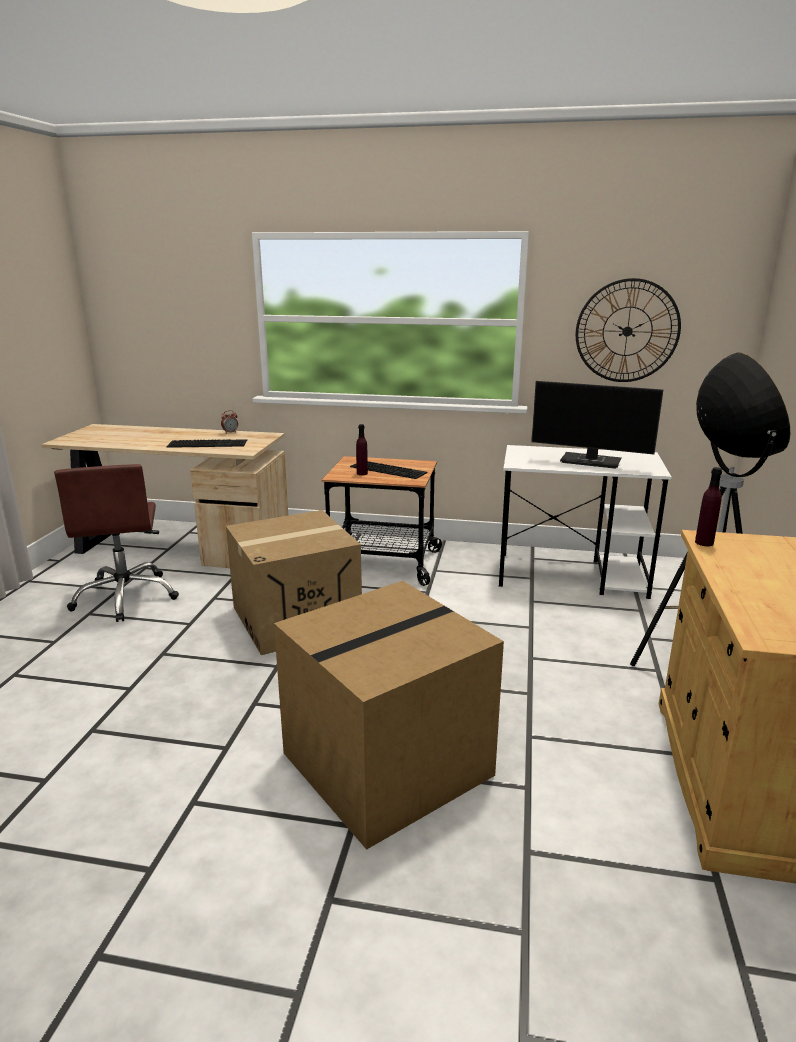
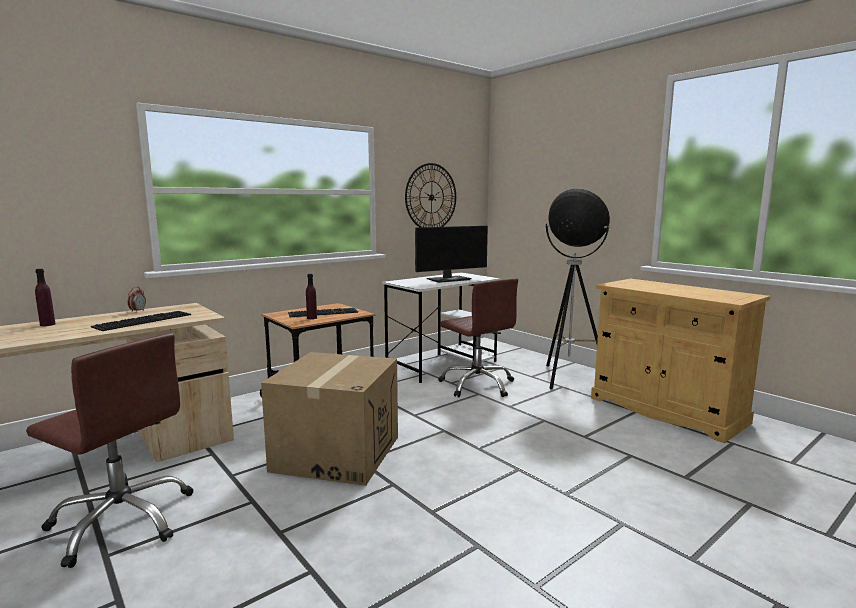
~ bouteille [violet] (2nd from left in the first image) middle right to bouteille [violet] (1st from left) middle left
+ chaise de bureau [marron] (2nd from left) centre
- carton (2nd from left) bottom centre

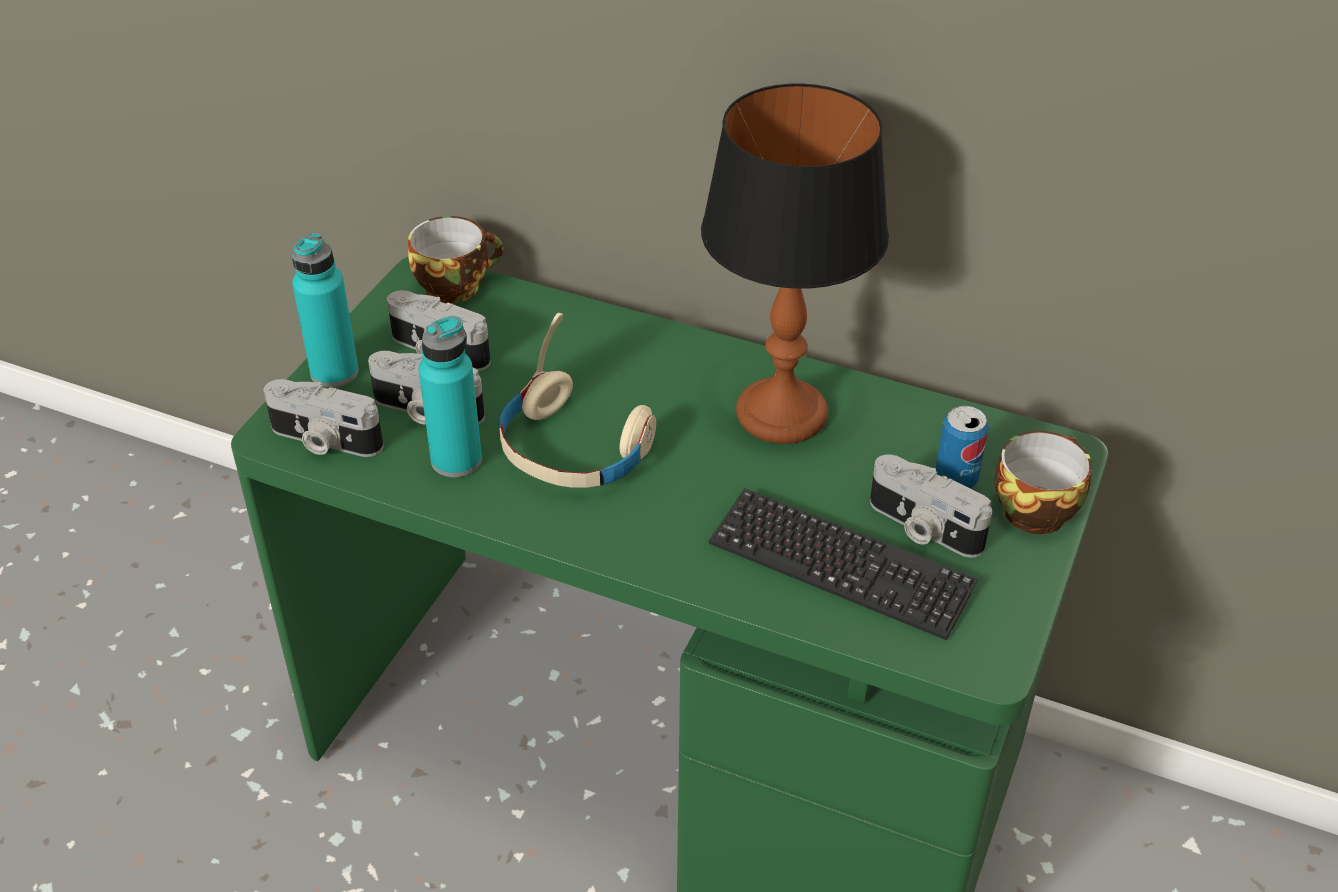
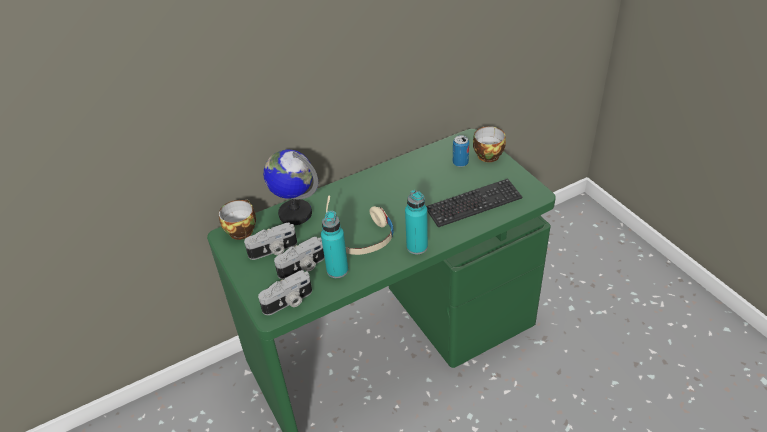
+ globe centre
~ bouteille [turquoise] (1st from left in the first image) middle left to bouteille [turquoise] (2nd from left) centre
- lampe de table top centre
- appareil photo (4th from left) middle right

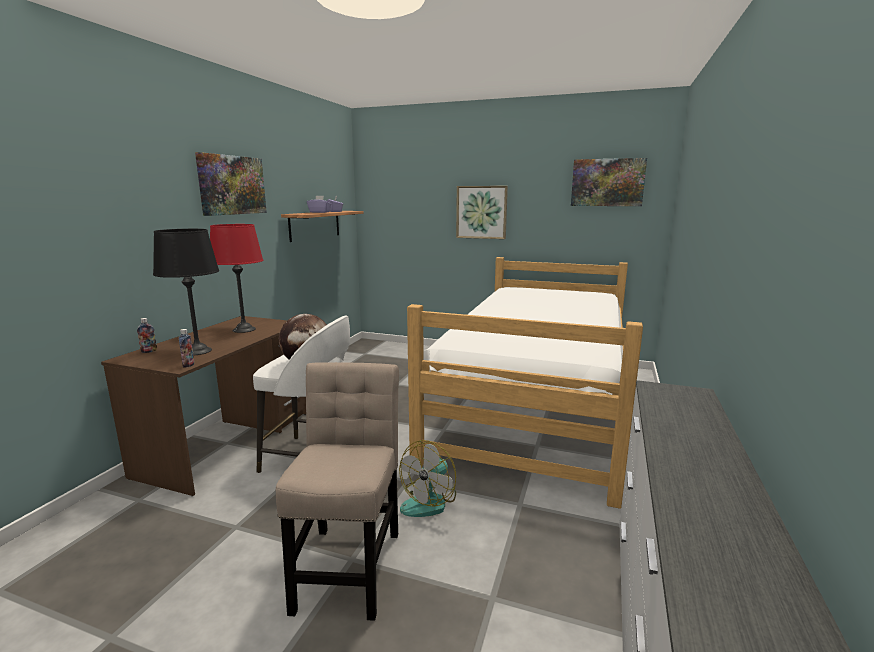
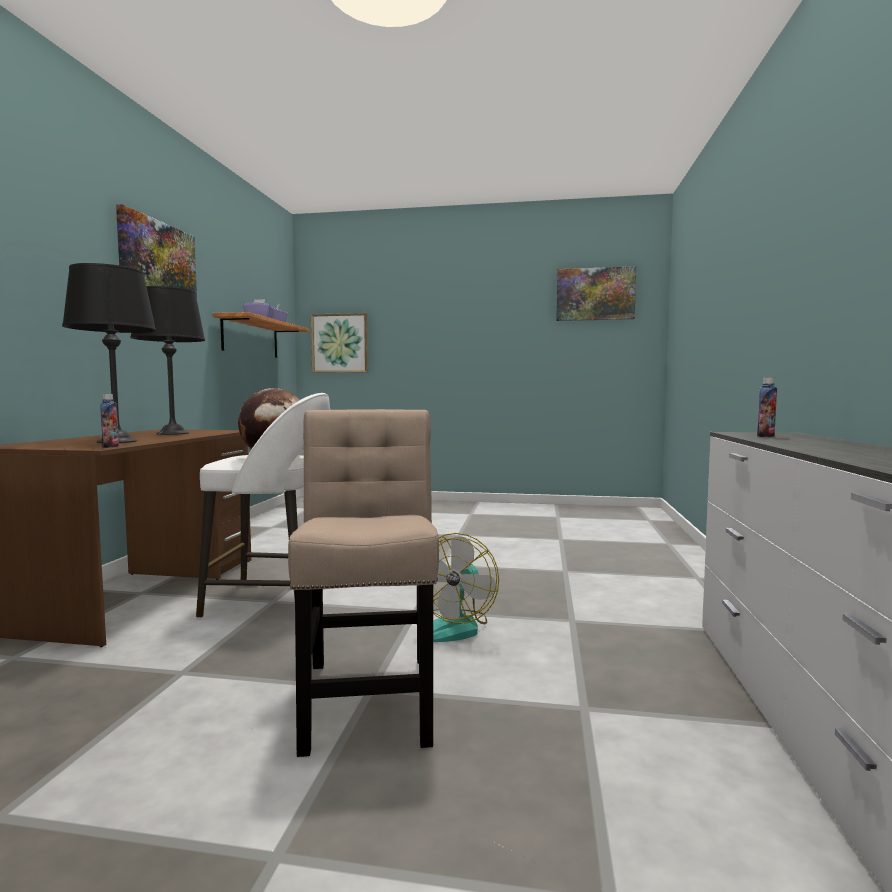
~ lampe de table [rouge] middle left to lampe de table [noir] (2nd from left) middle left
~ tableau (2nd from left) top centre to centre
~ bouteille (1st from left in the first image) middle left to bouteille (2nd from left) middle right
- lit centre

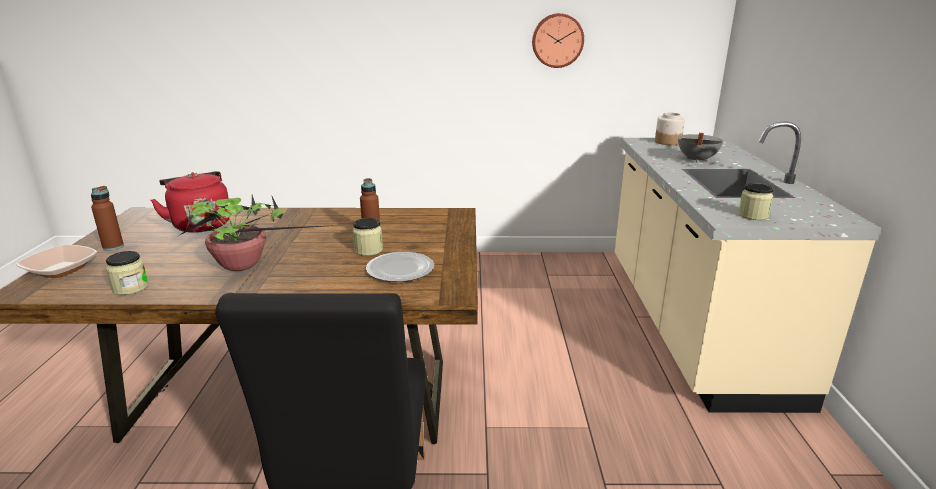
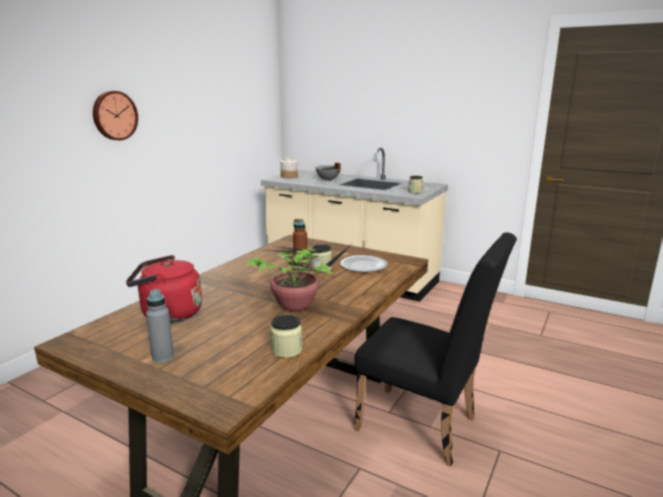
~ horloge murale top centre to top left
~ bouteille [marron] (1st from left) middle left to bouteille [gris] middle left
- bol middle left

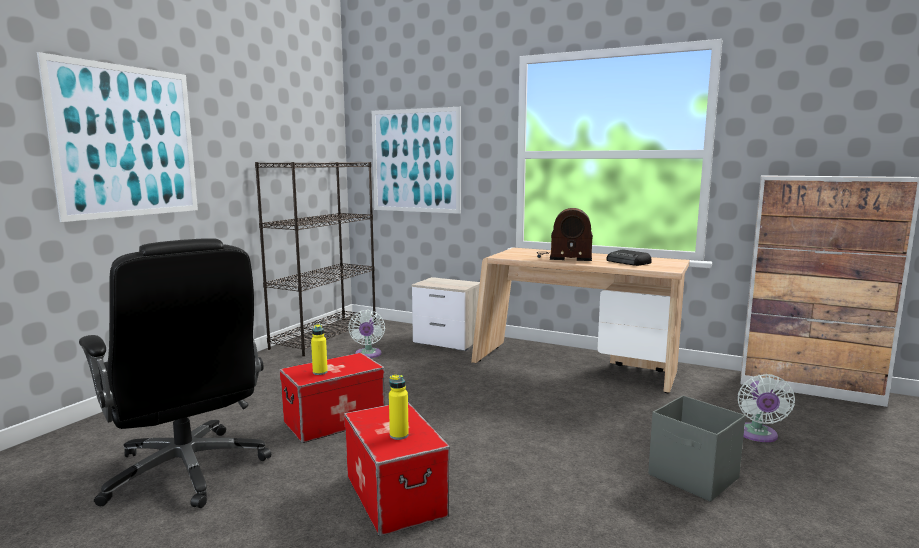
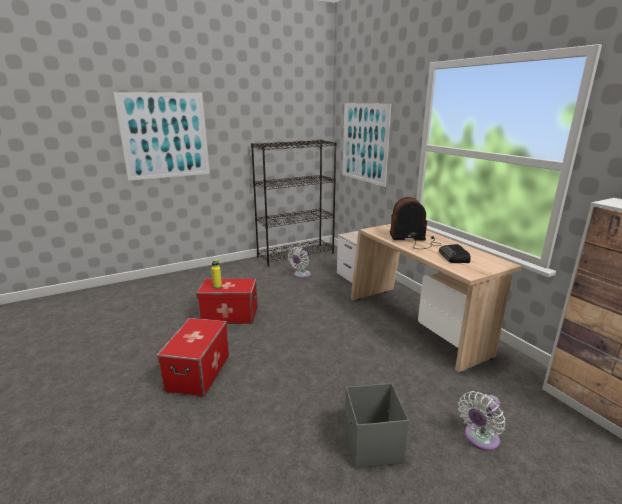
~ radio (1st from left) centre = middle right 135 degrees clockwise
- chaise de bureau [noir] bottom left
- bouteille [jaune] (2nd from left) bottom centre

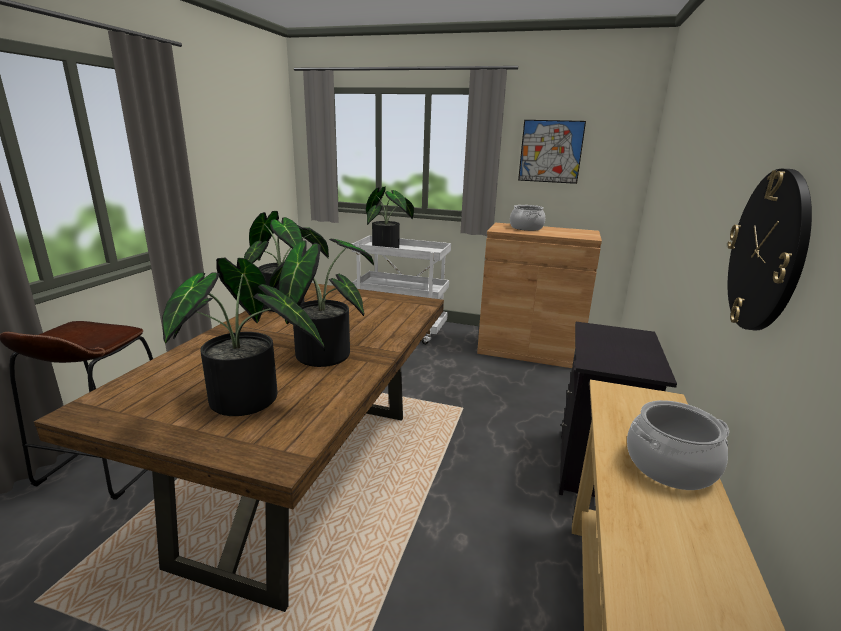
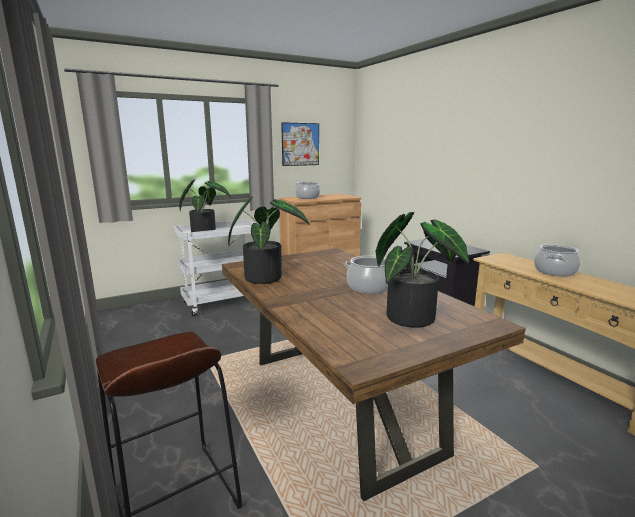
~ plante en pot (3rd from left) centre to marmite (2nd from left) centre
- horloge murale middle right

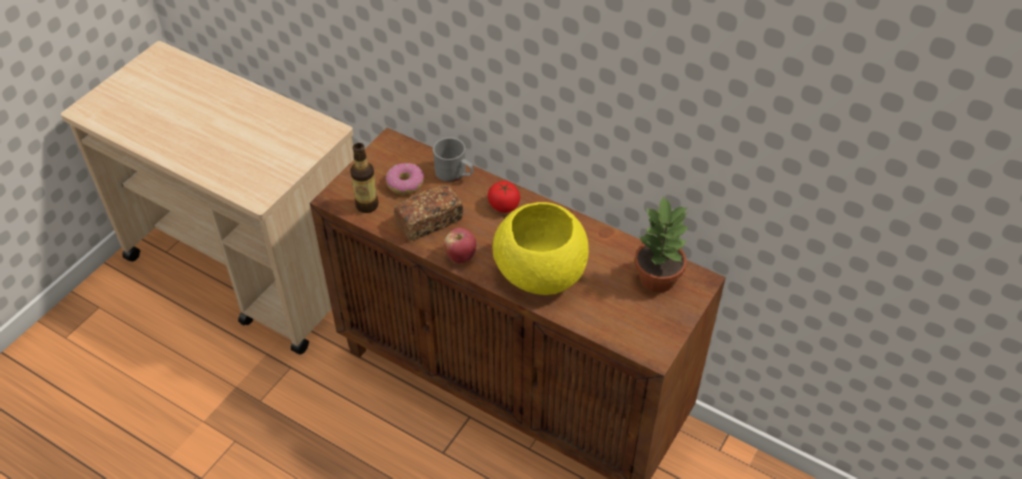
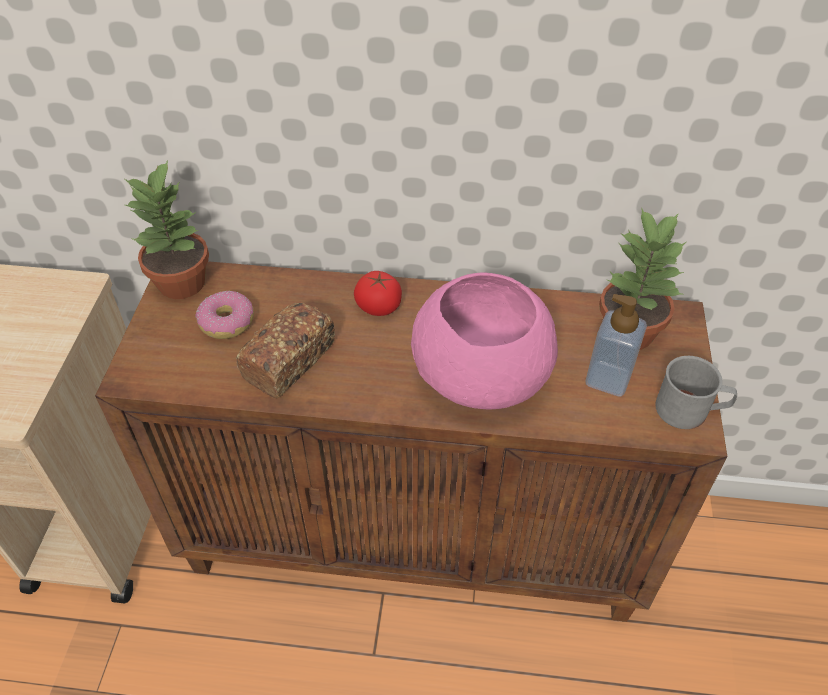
+ plante en pot (1st from left) top left
~ bol [jaune] centre to bol [rose] centre
+ distributeur de savon middle right
~ mug [gris] top centre to middle right
- bouteille centre
- pomme centre

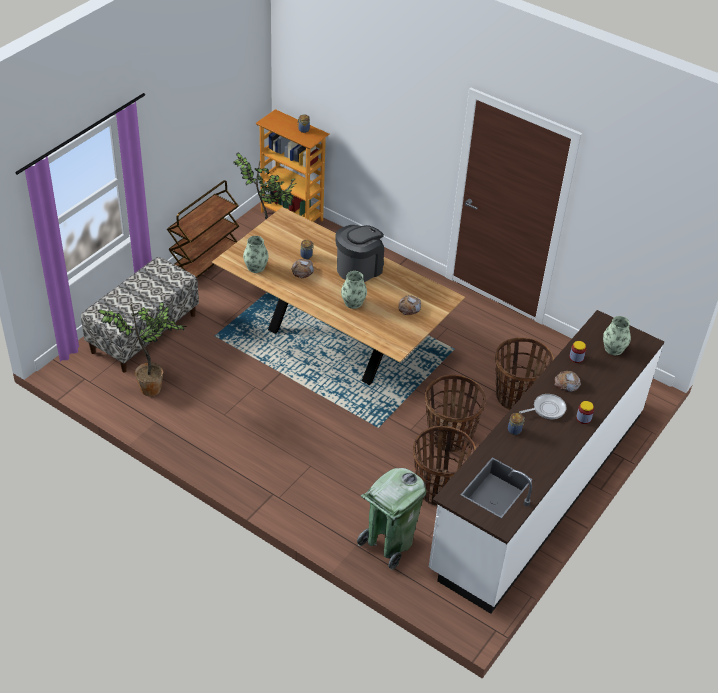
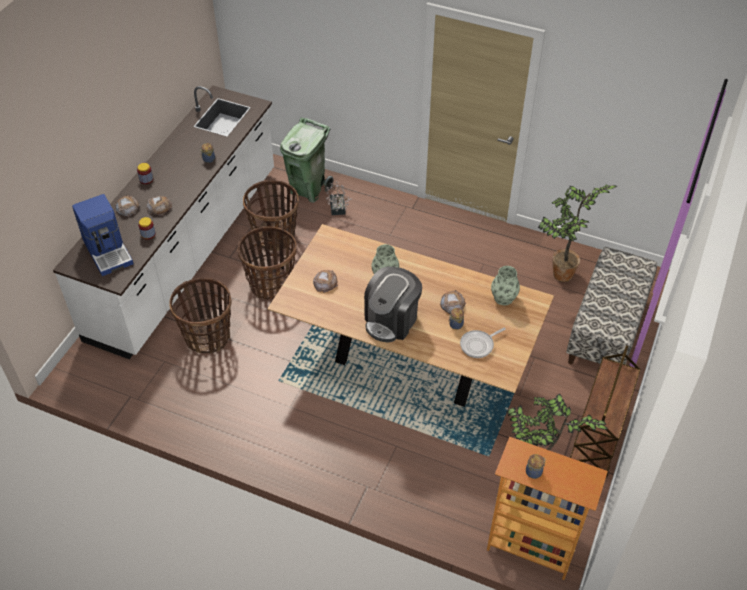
~ vase (3rd from left) middle right to machine à café (1st from left) middle left
+ pain (1st from left) middle left
+ plante en pot (1st from left) centre
~ poêle middle right to centre

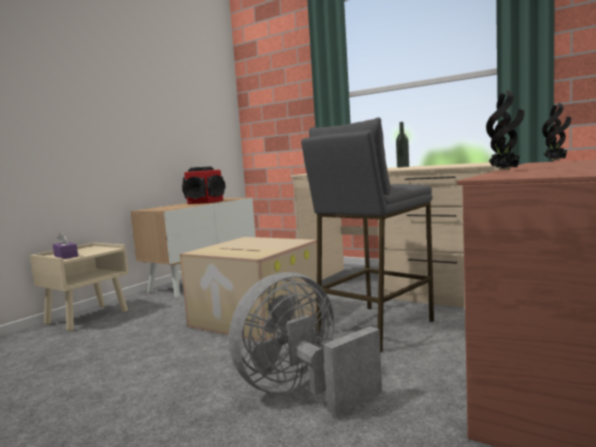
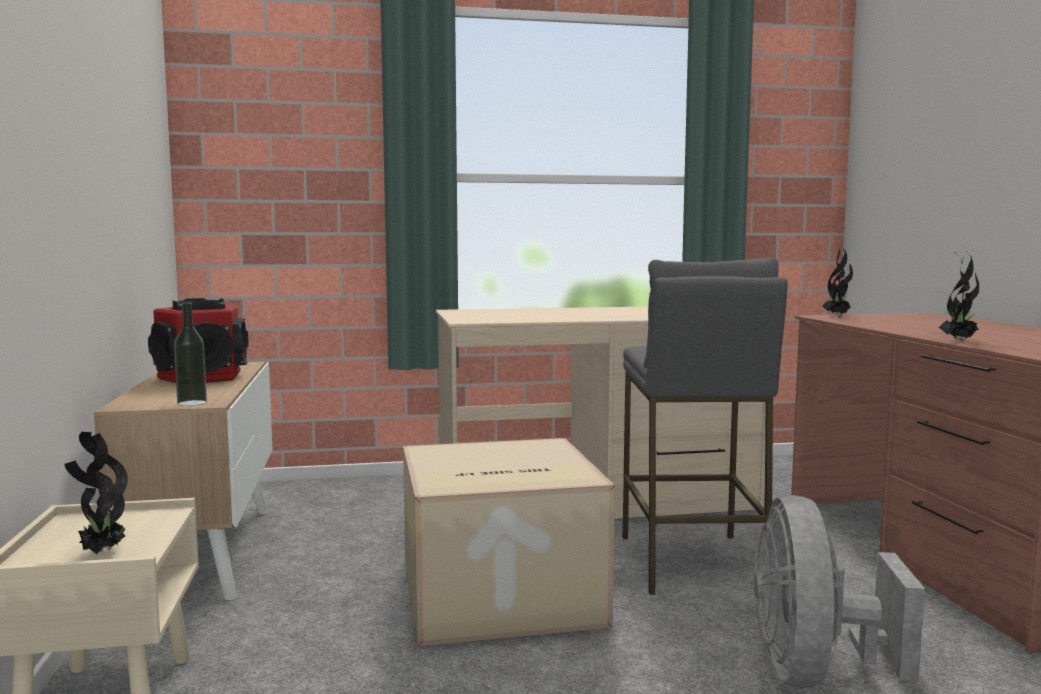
~ boîte à mouchoirs [violet] middle left to plante en pot (1st from left) bottom left
~ bouteille top right to middle left

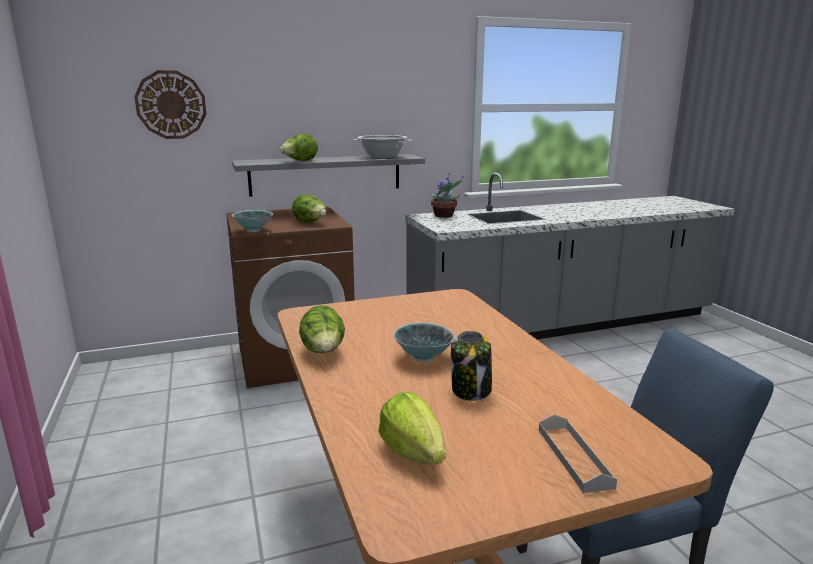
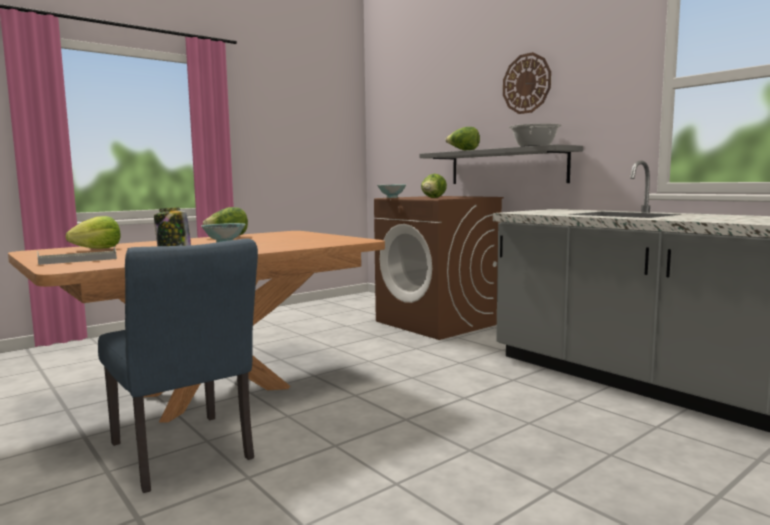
~ horloge murale top left to top right
- plante en pot centre

